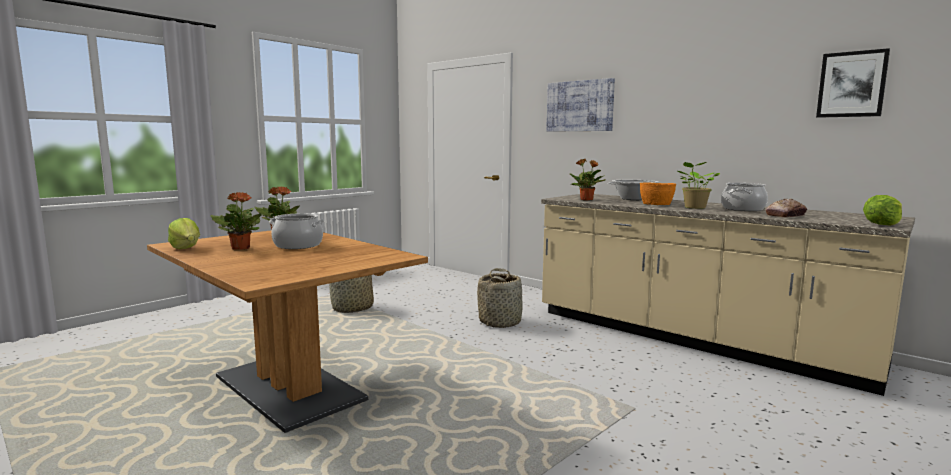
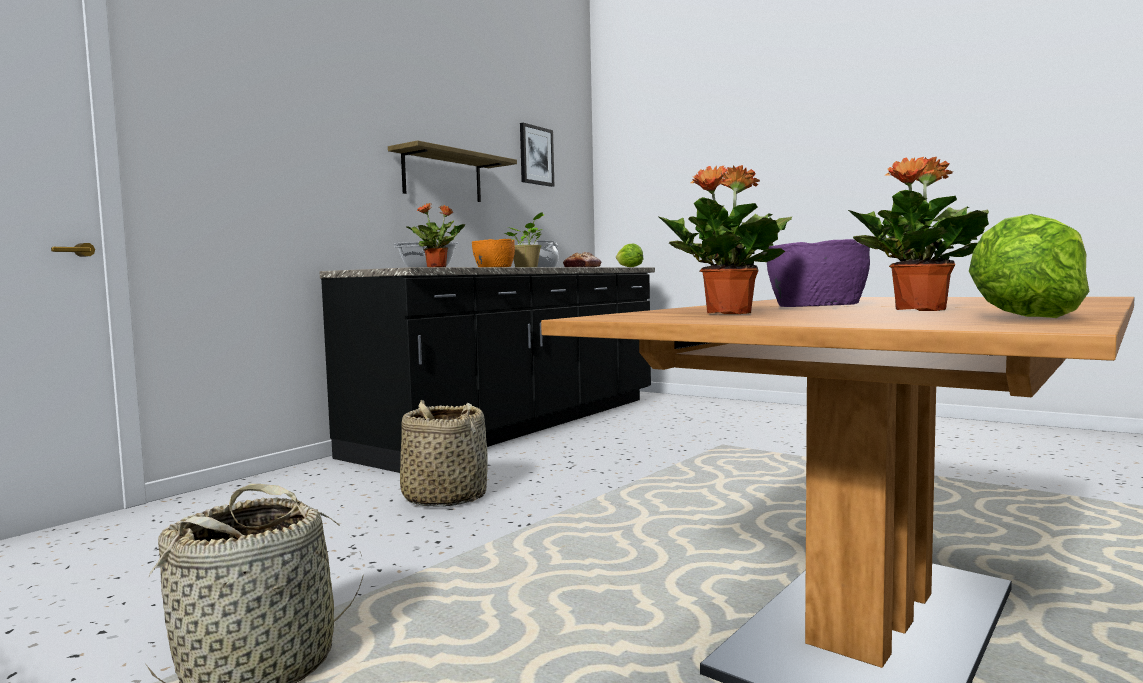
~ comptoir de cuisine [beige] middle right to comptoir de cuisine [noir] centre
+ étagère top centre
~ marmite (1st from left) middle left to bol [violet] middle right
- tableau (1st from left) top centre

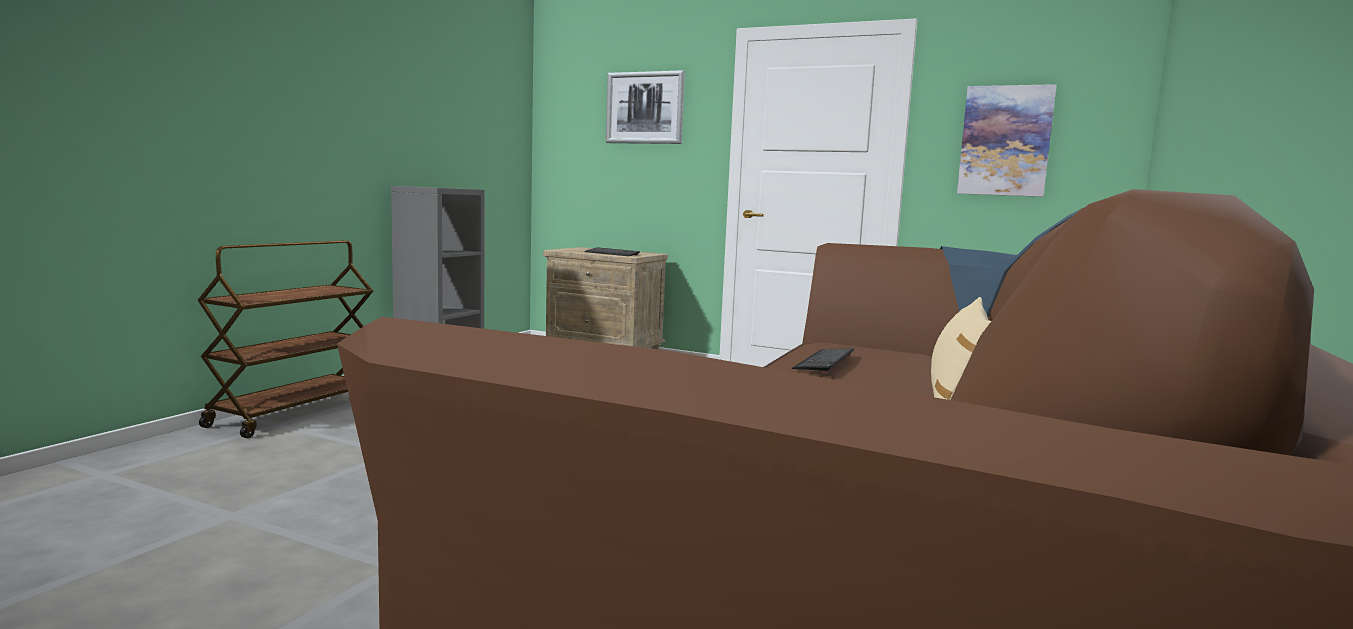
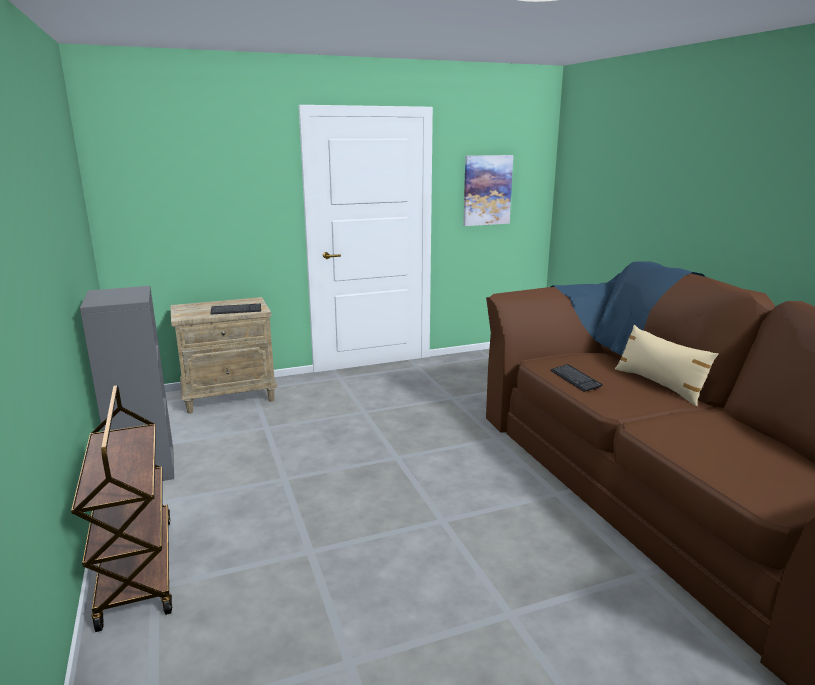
- tableau (1st from left) top centre

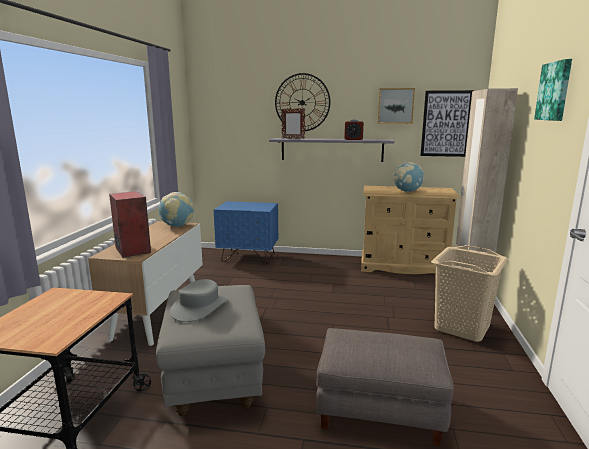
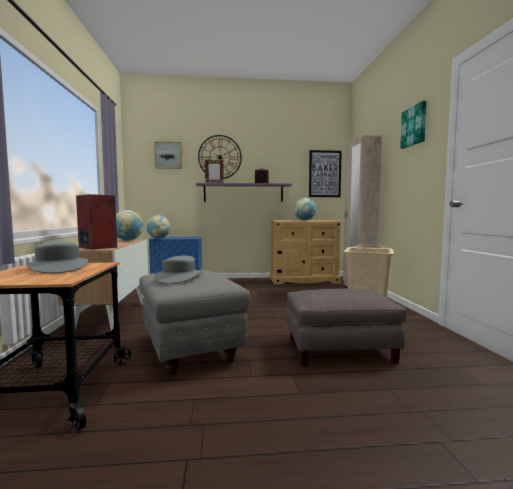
+ chapeau [gris] (1st from left) middle left
+ globe (2nd from left) middle left
~ tableau (1st from left) top right to top left

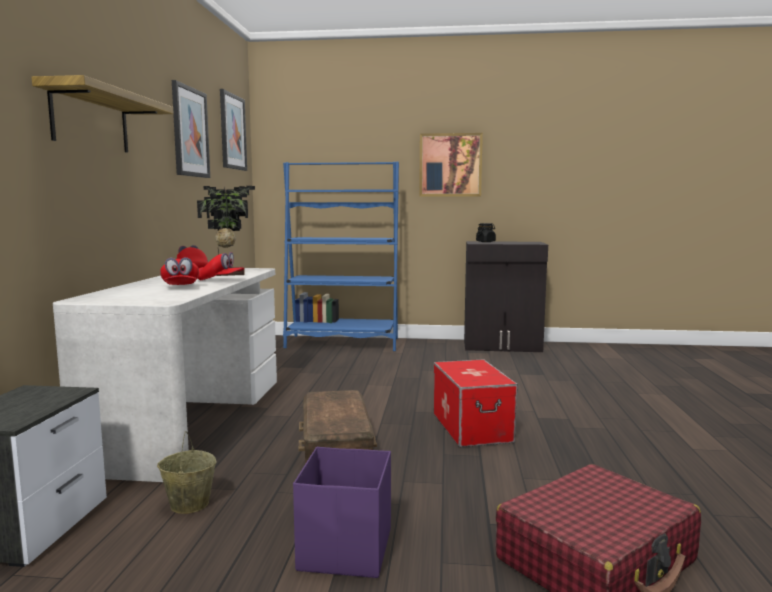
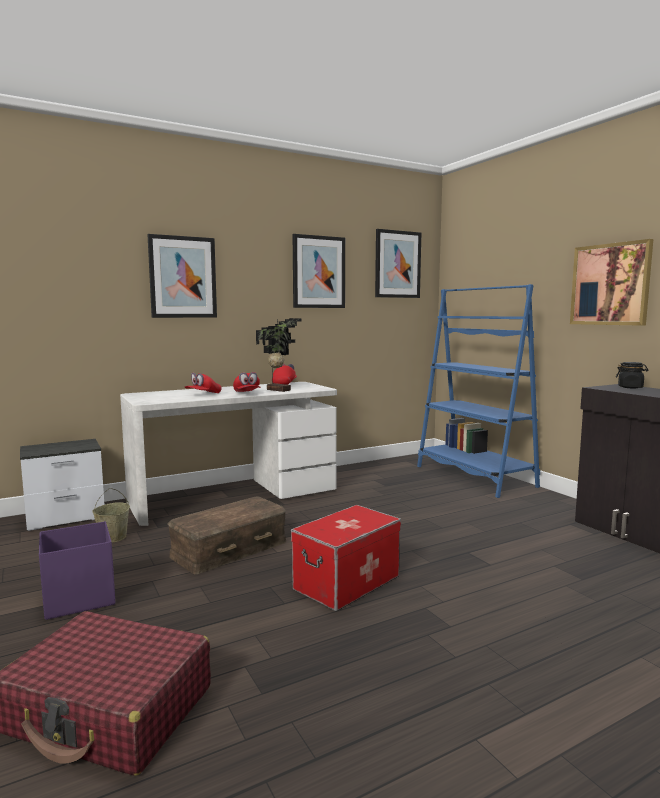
~ étagère top left to tableau (1st from left) middle left

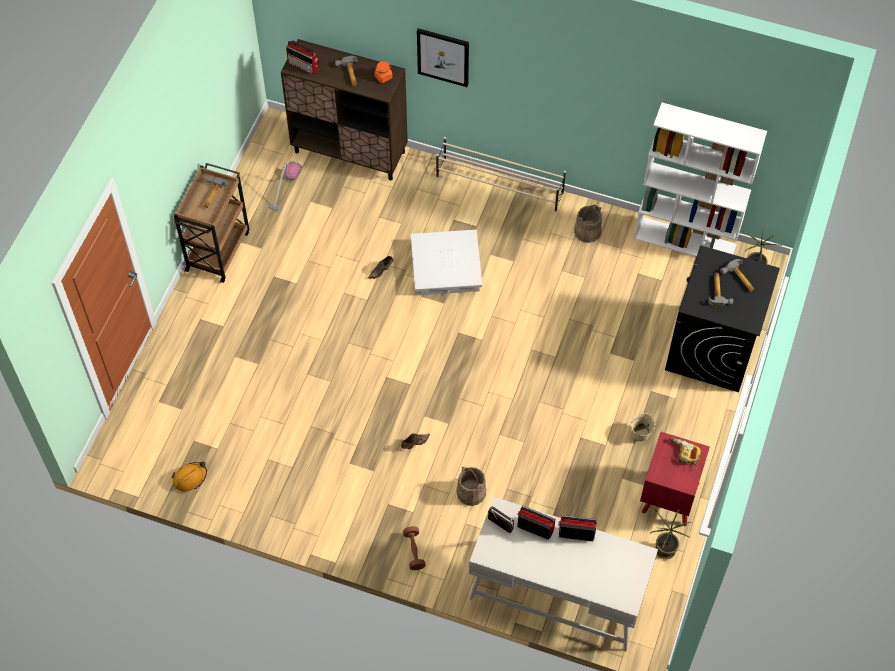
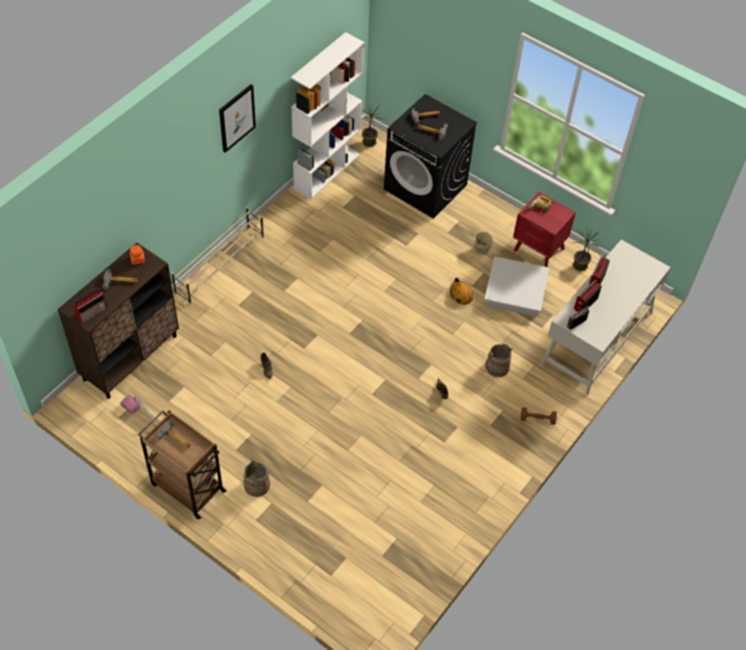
~ tableau top centre to top left
~ seau [beige] (2nd from left in the first image) centre to seau [beige] (1st from left) bottom centre
~ casque de chantier [orange] bottom left to centre
~ boîte de rangement [blanc] centre to middle right

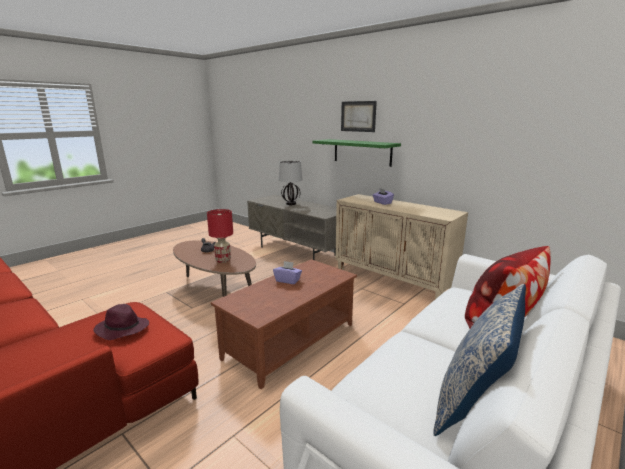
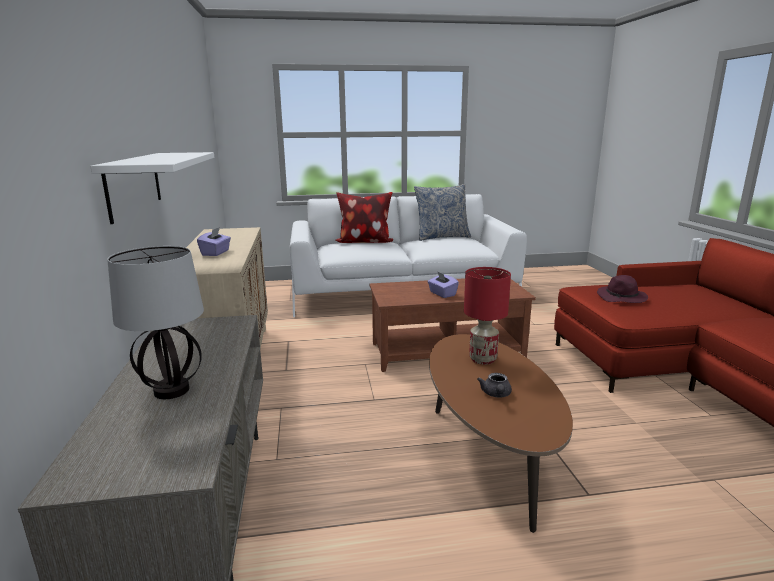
~ étagère [vert] top centre to étagère [blanc] top left
- tableau top centre

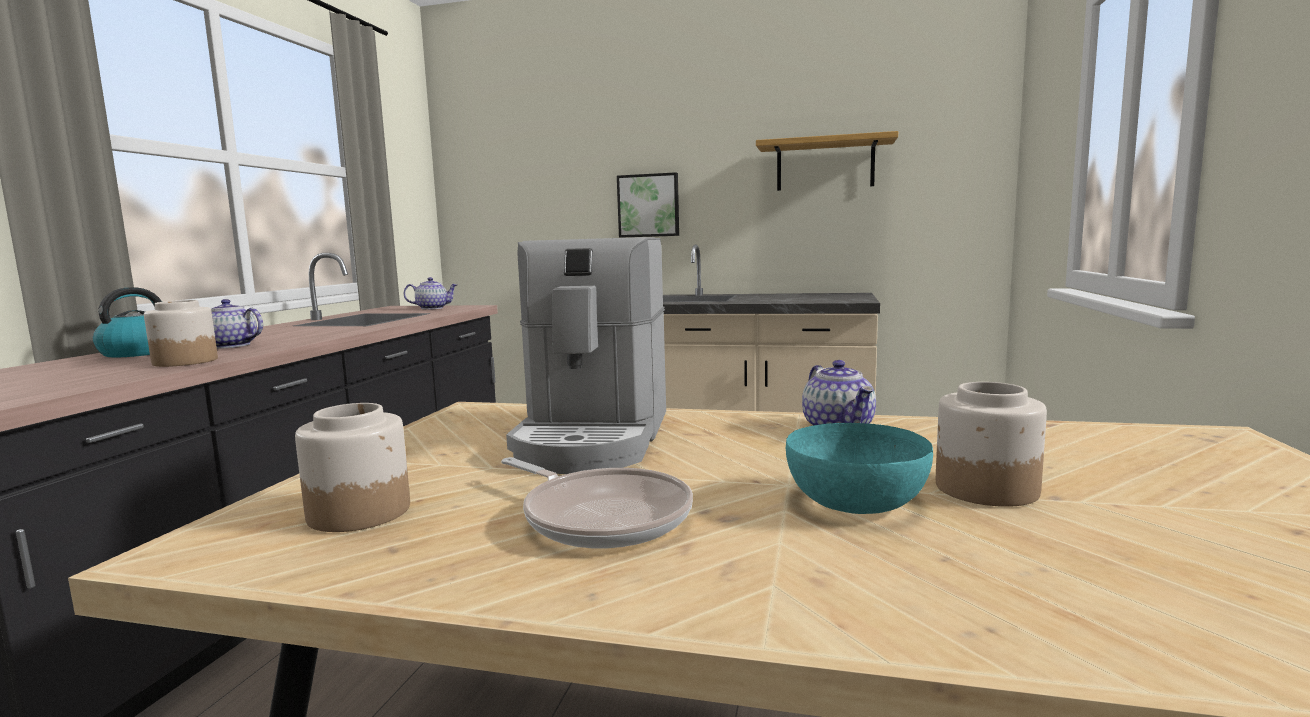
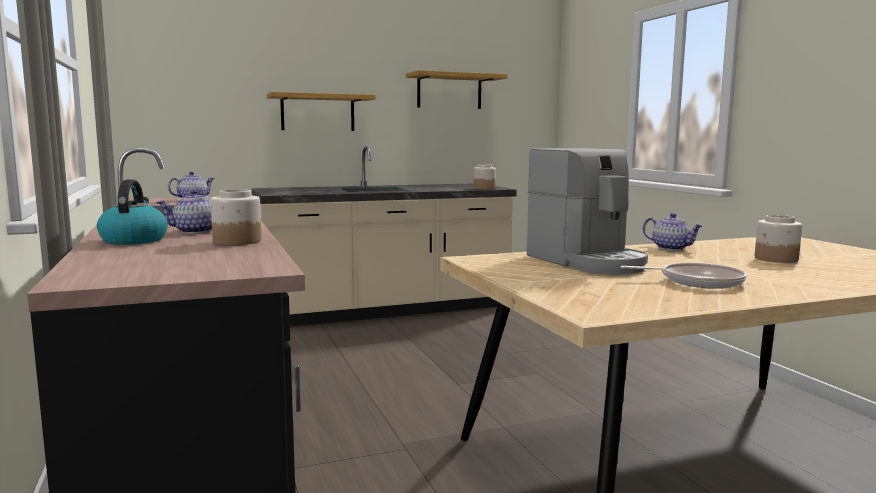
~ tableau top centre to étagère (1st from left) top centre
~ bocal (2nd from left) middle left to centre
- bol [turquoise] centre

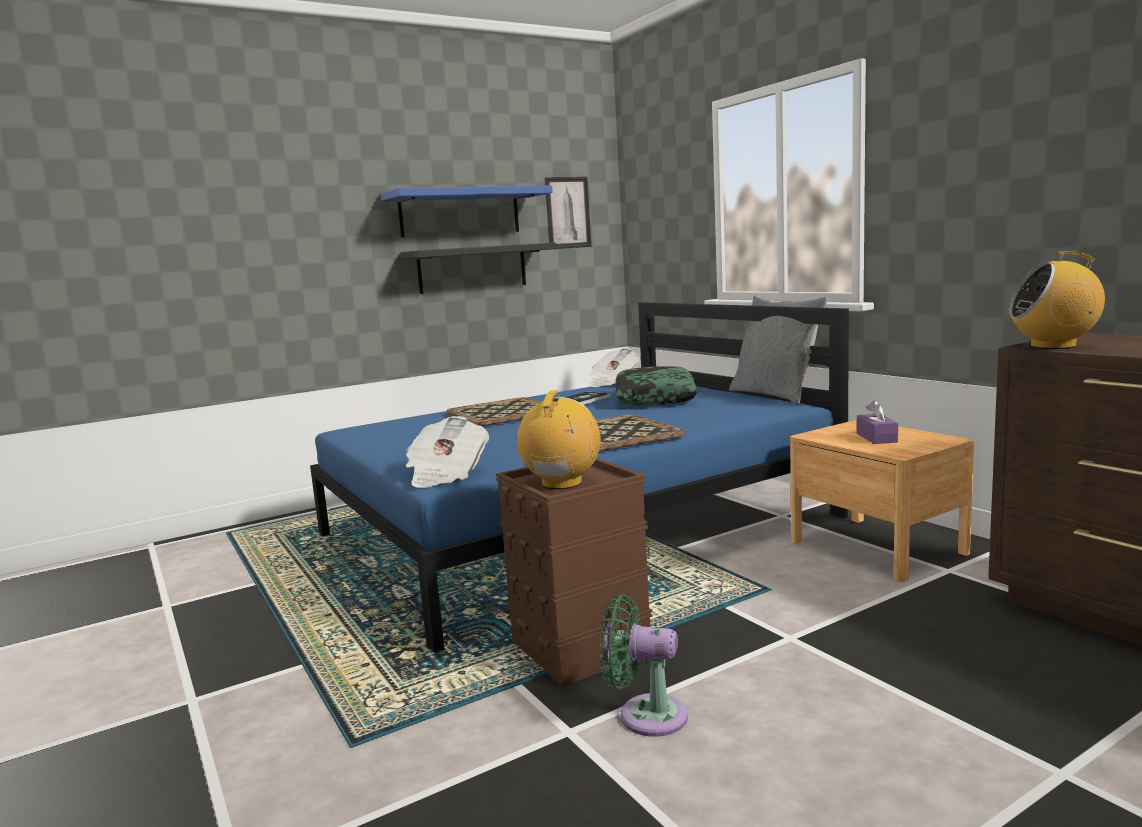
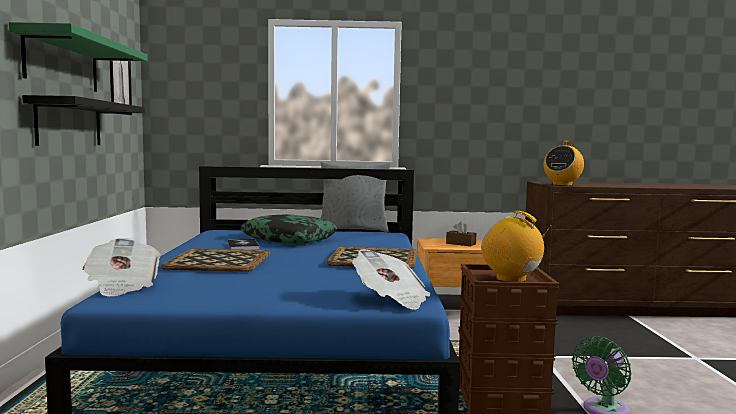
~ étagère [bleu] top centre to étagère [vert] top left
~ journal (2nd from left in the first image) centre to journal (1st from left) middle left
~ boîte à mouchoirs [violet] middle right to boîte à mouchoirs [marron] centre

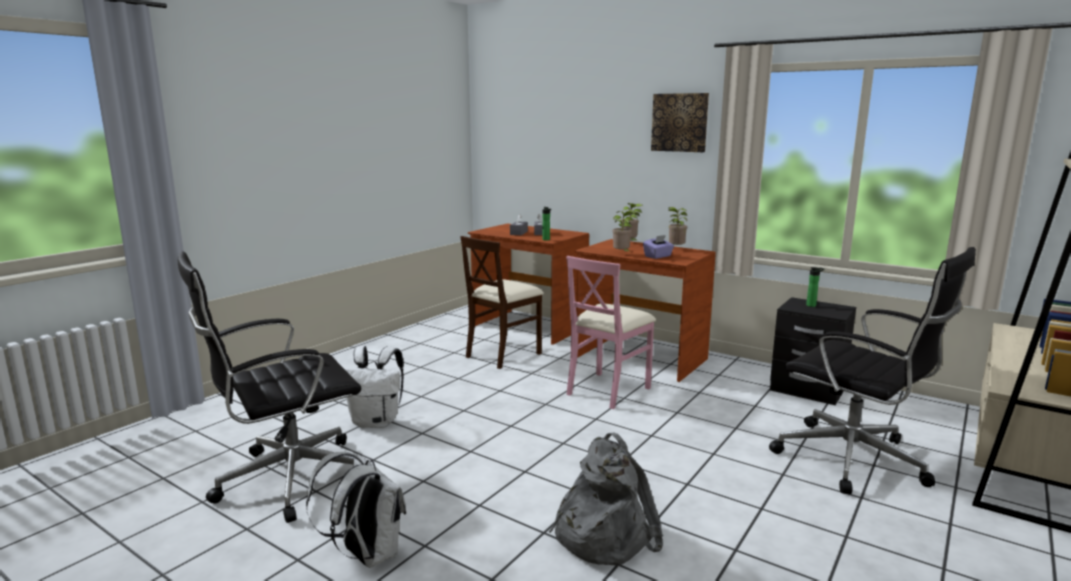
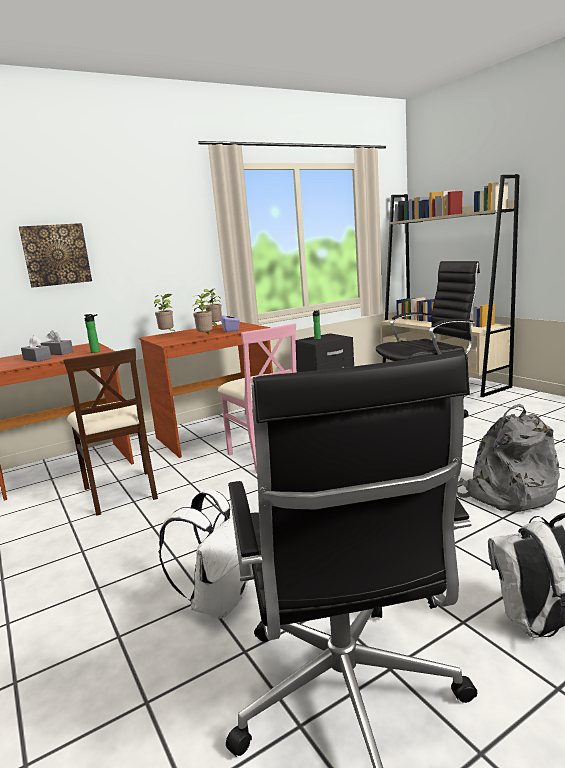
~ tableau top centre to top left

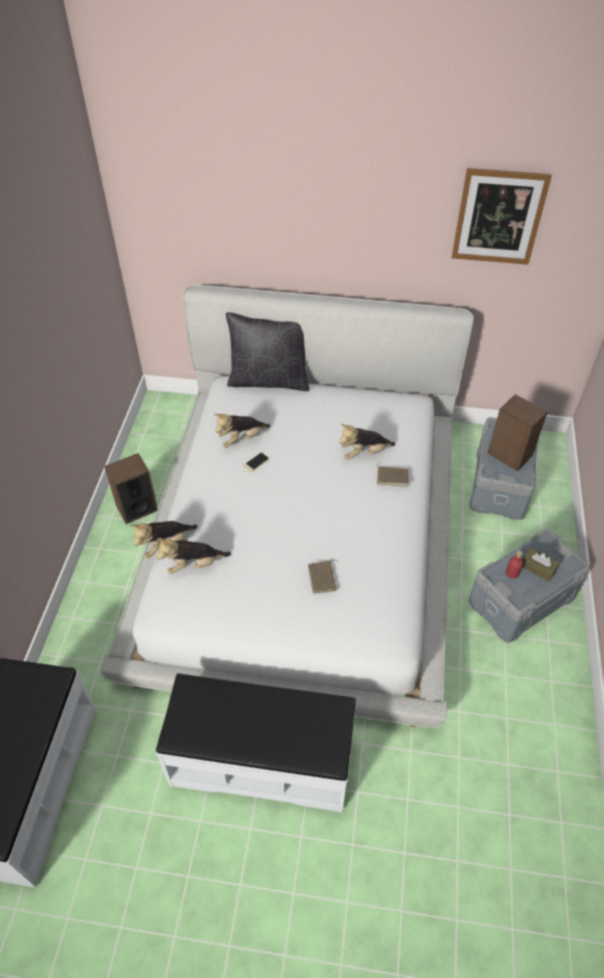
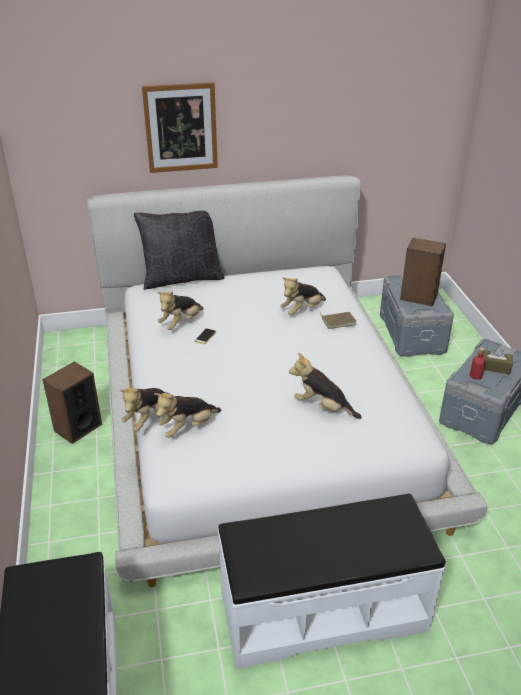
~ tableau top right to top centre
~ livre [marron] (1st from left) centre to peluche (5th from left) centre

